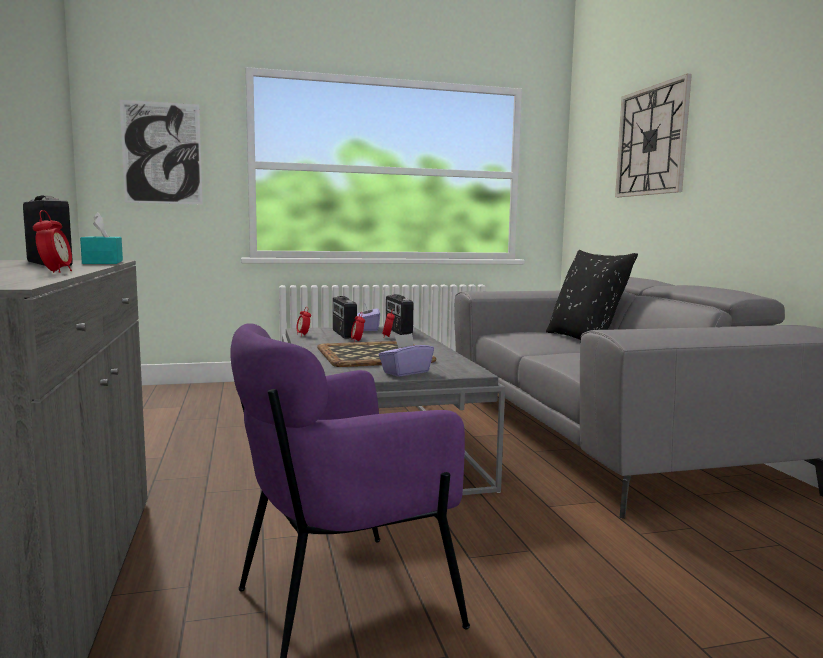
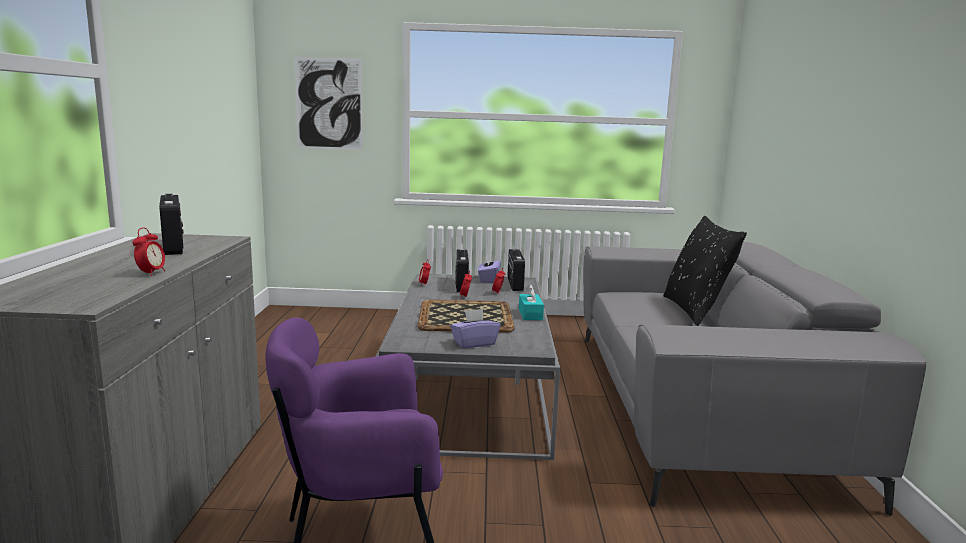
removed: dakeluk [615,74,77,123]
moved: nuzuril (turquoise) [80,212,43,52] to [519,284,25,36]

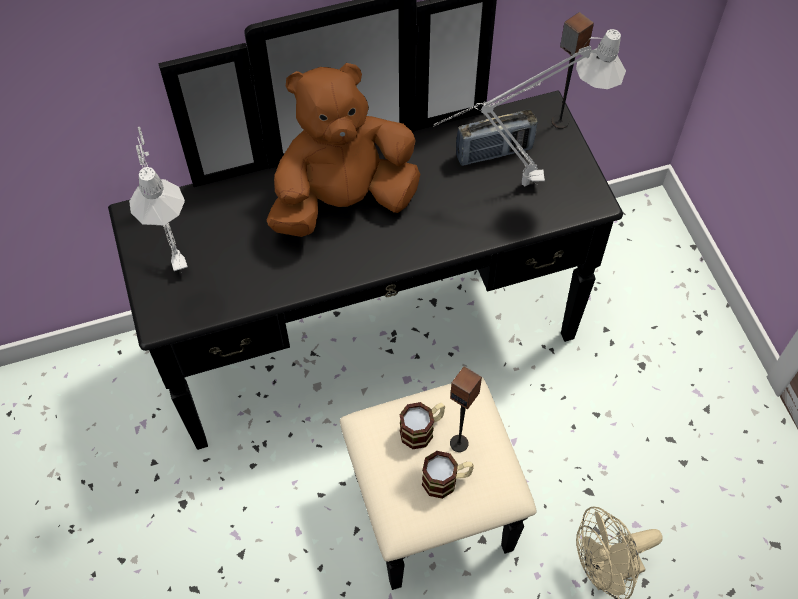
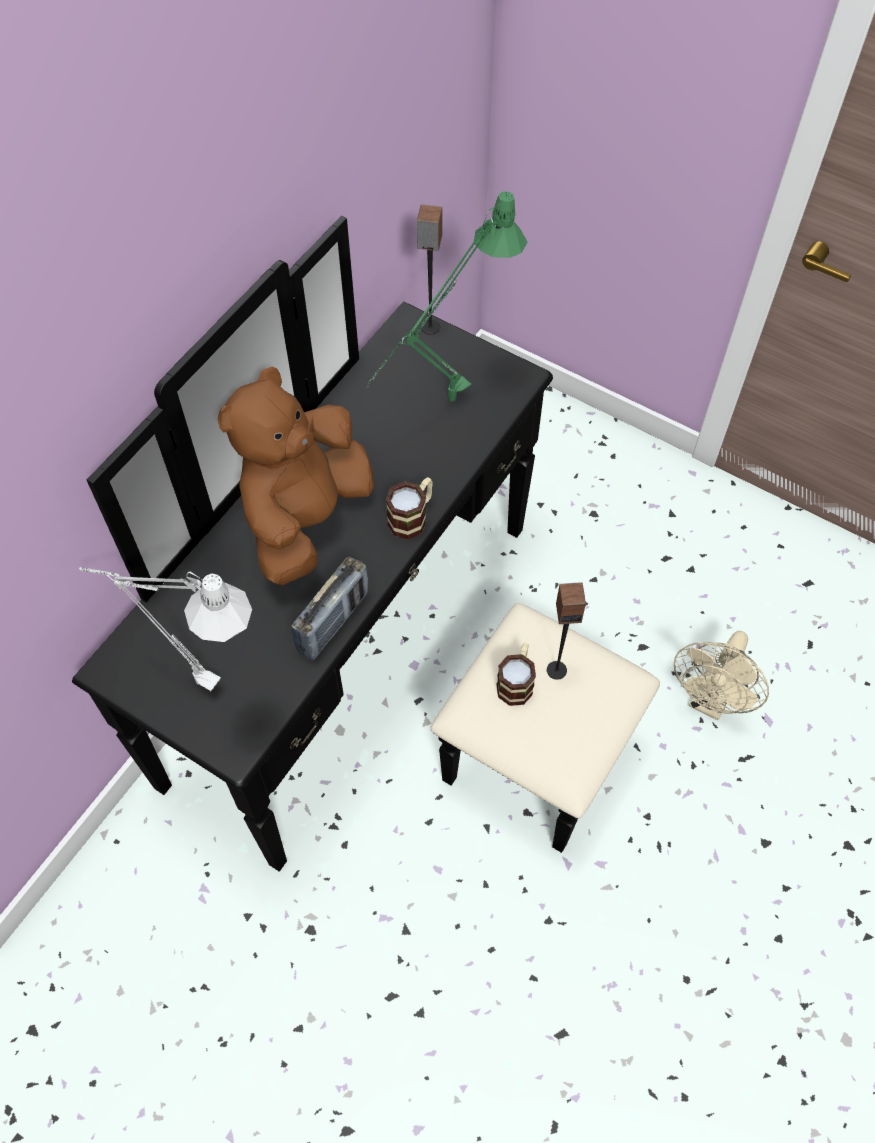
moved: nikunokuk [422,451,52,48] to [385,477,48,62]; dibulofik [456,110,81,56] to [291,557,77,104]
recoloured: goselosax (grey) [434,29,192,157] to goselosax (green) [367,191,161,210]

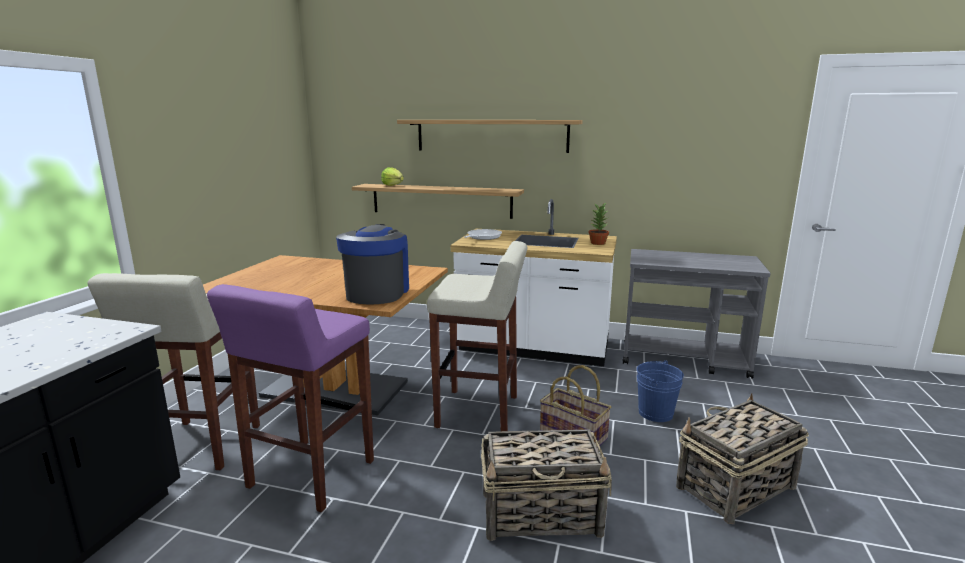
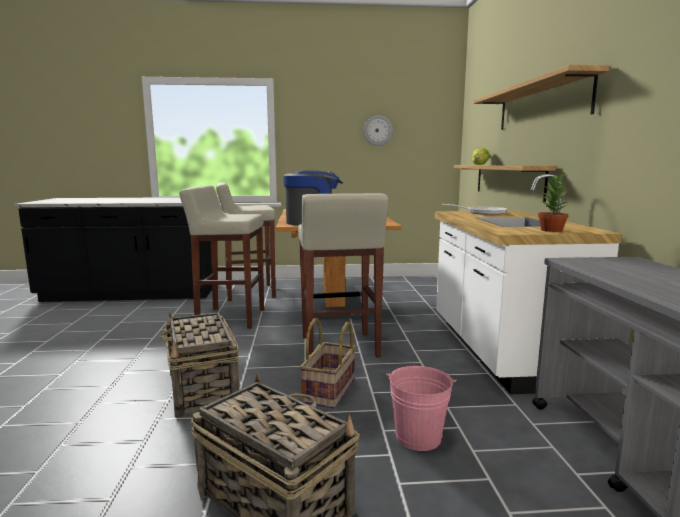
added: dakeluk [363,115,30,31]
recoloured: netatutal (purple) [207,284,167,228] to netatutal (beige) [179,185,85,144]; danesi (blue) [637,360,47,62] to danesi (pink) [386,366,70,85]

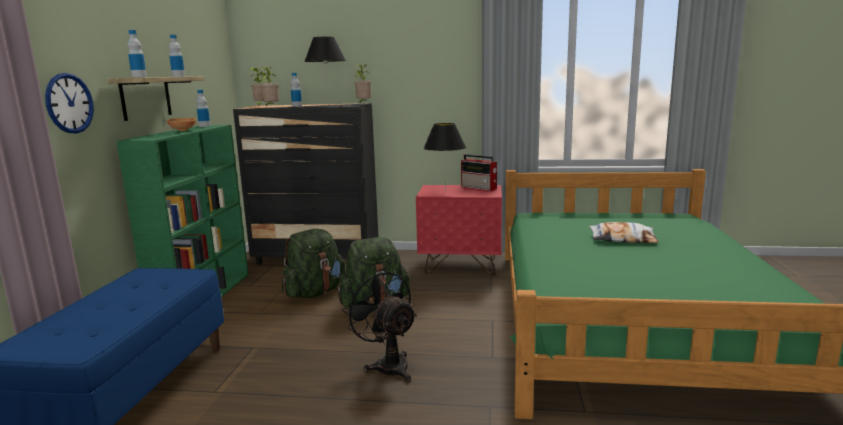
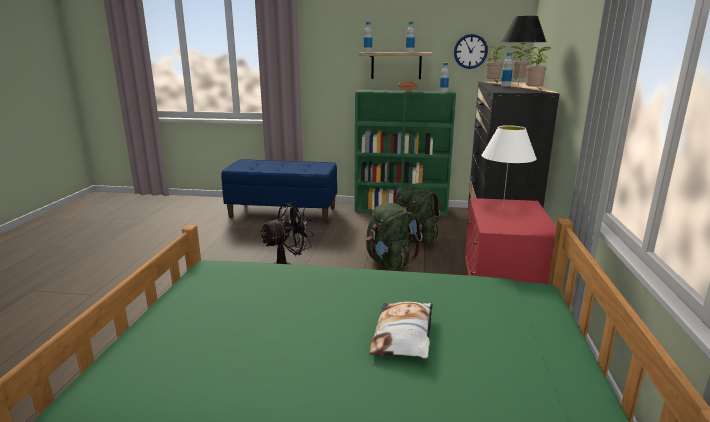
removed: dibulofik [461,154,36,37]
moved: dakeluk [45,73,49,61] to [454,34,34,35]
recoloured: goselosax (black) [423,123,43,69] to goselosax (white) [482,125,55,82]

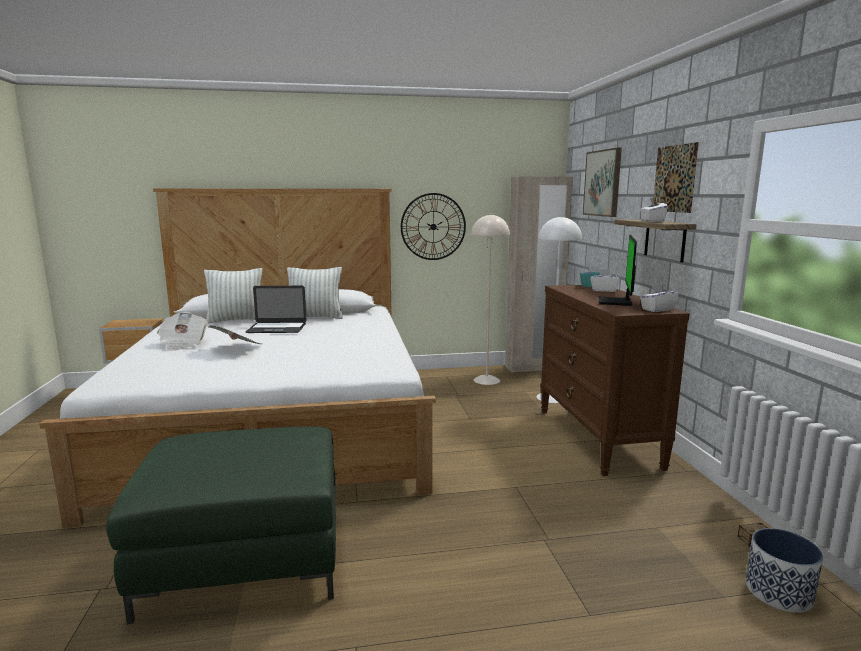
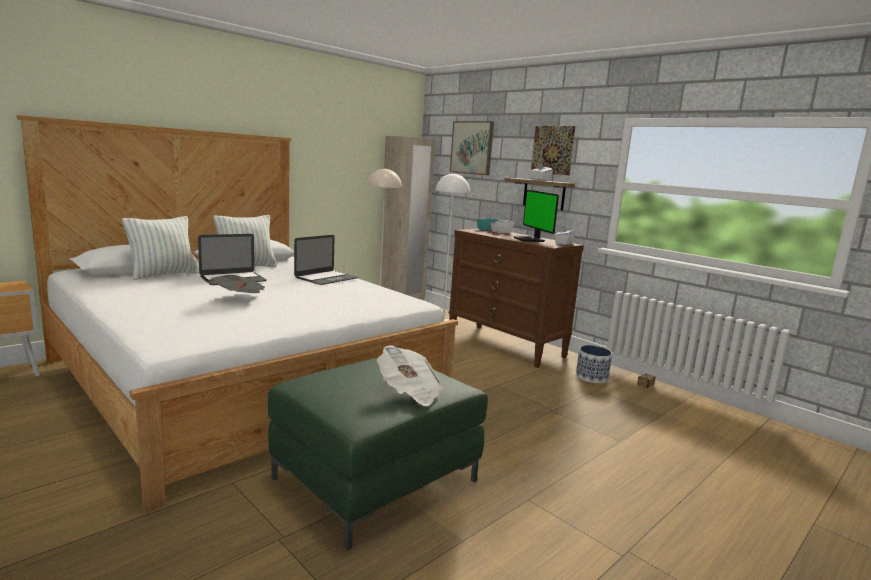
removed: dakeluk [401,193,65,67]
added: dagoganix [294,235,64,50]
moved: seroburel [157,312,51,39] to [377,346,67,60]; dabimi [746,528,77,85] to [576,345,36,38]

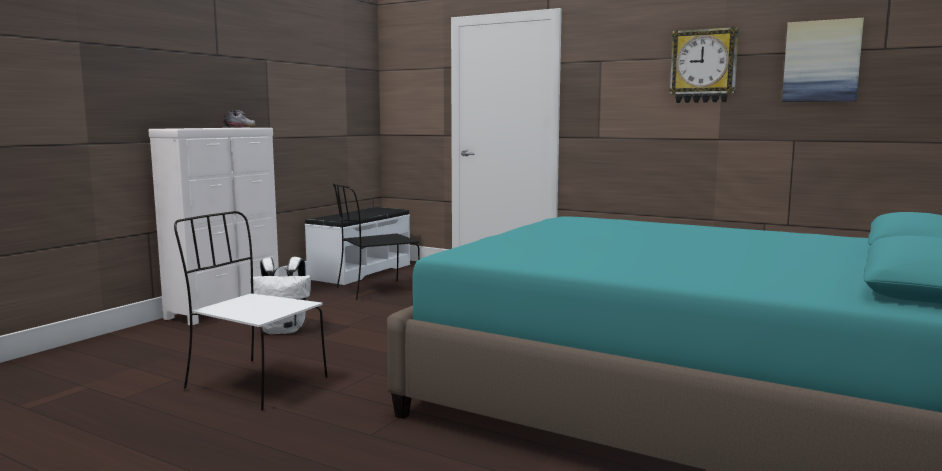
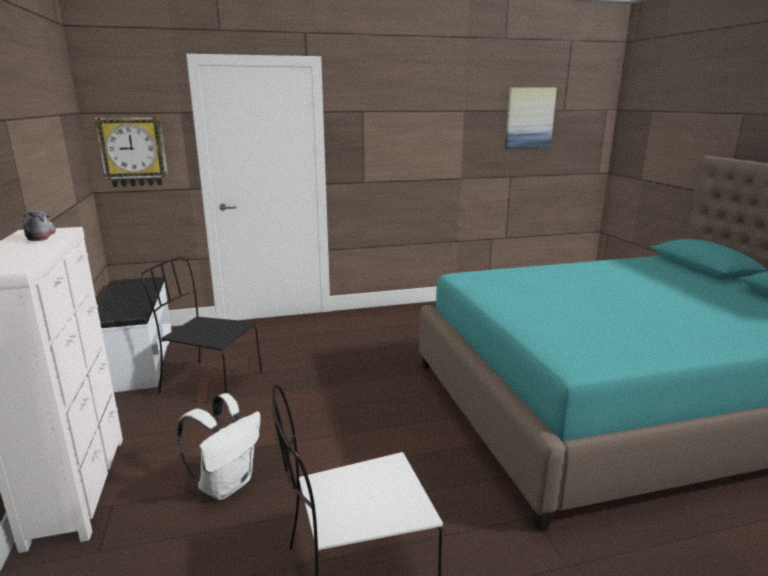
moved: dakeluk [669,27,70,76] to [94,117,74,70]
turned: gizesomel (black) [332,183,88,117] = [141,257,121,136] 90 degrees clockwise

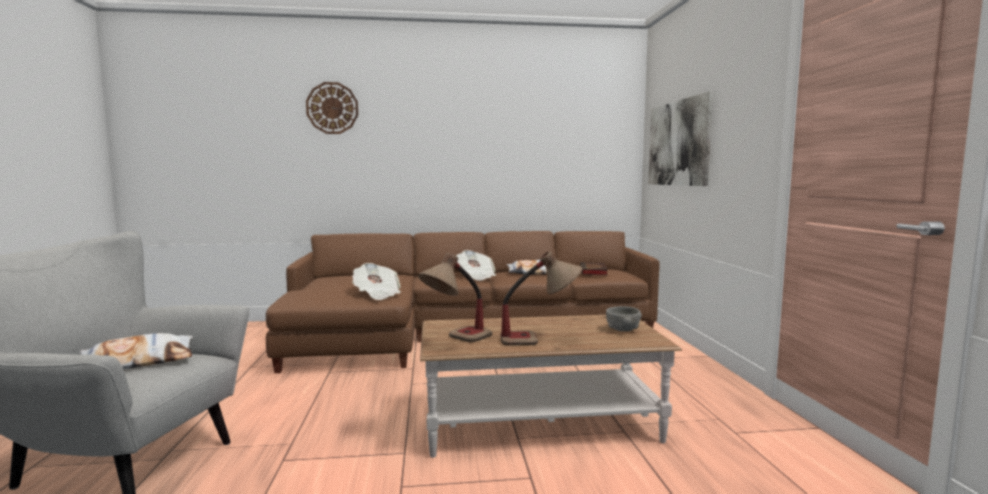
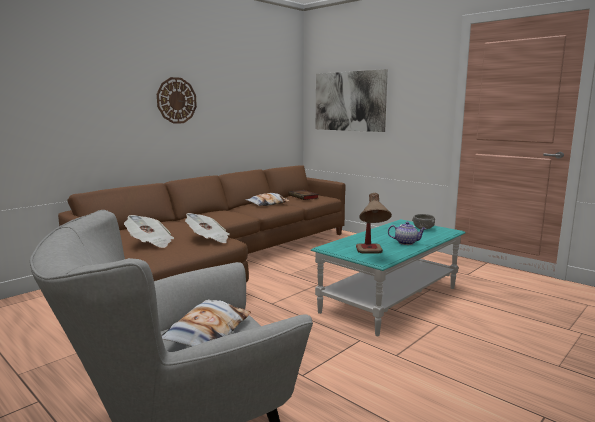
moved: dakeluk [306,82,52,52] to [157,77,40,47]; seroburel [456,250,40,31] to [124,215,50,33]
replaced: goselosax [501,251,81,95] to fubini [388,222,39,23]
recoloured: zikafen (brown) [420,315,262,143] to zikafen (turquoise) [311,219,155,117]

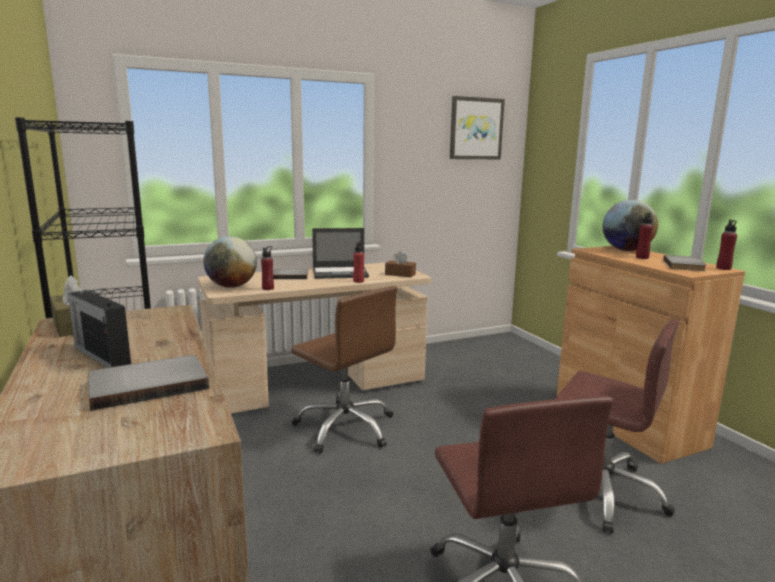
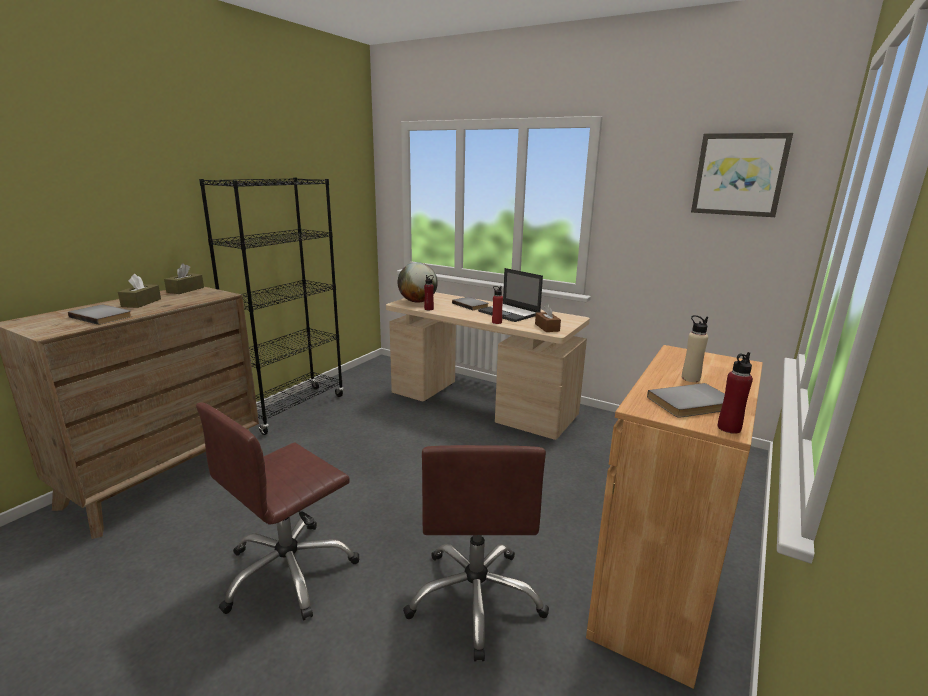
removed: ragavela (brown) [291,286,107,168]; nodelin [603,200,55,51]
replaced: dibulofik [68,288,63,80] to nuzuril (brown) [118,274,43,34]
recoloured: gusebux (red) [636,213,17,46] to gusebux (beige) [682,315,26,67]

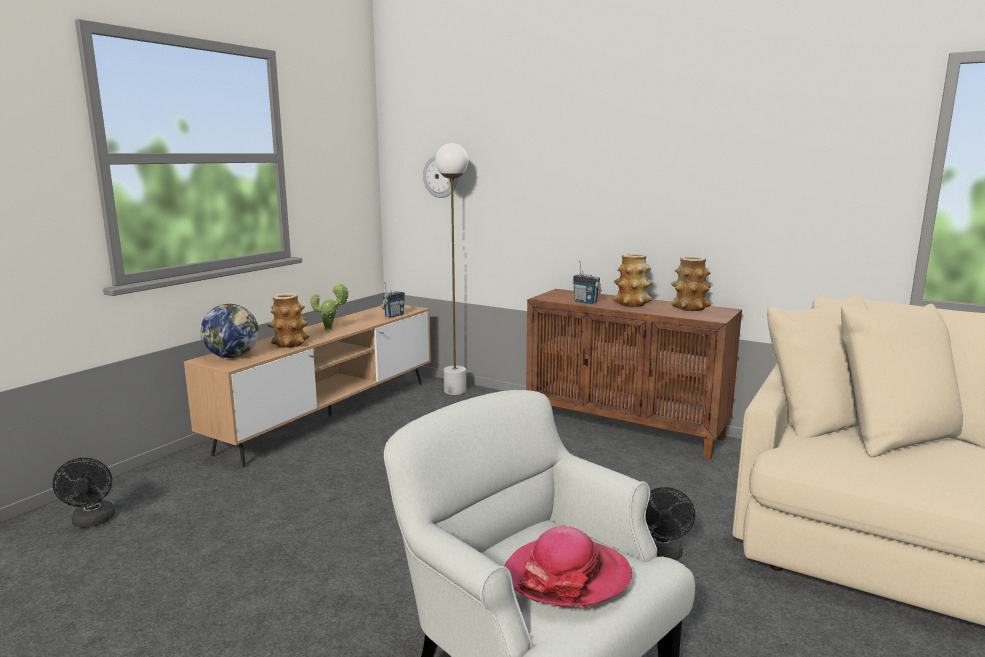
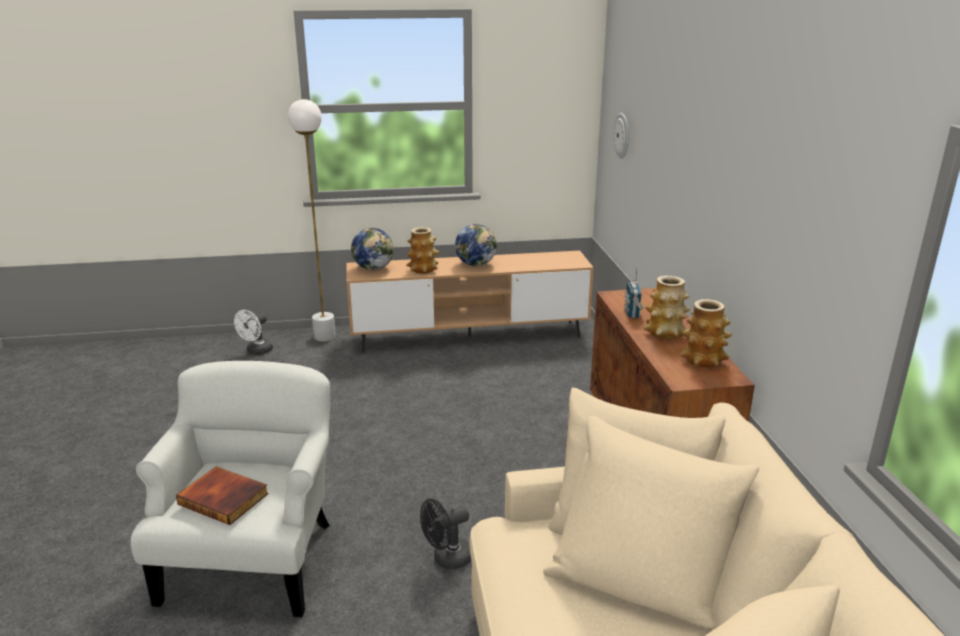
removed: dibulofik [381,282,24,36]
moved: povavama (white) [435,143,33,252] to [288,99,48,242]
replaced: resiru [310,283,39,47] to nodelin [455,224,42,42]; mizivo [505,526,127,82] to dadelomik [176,466,93,59]
recoloured: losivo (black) [53,458,62,70] to losivo (white) [234,310,39,45]

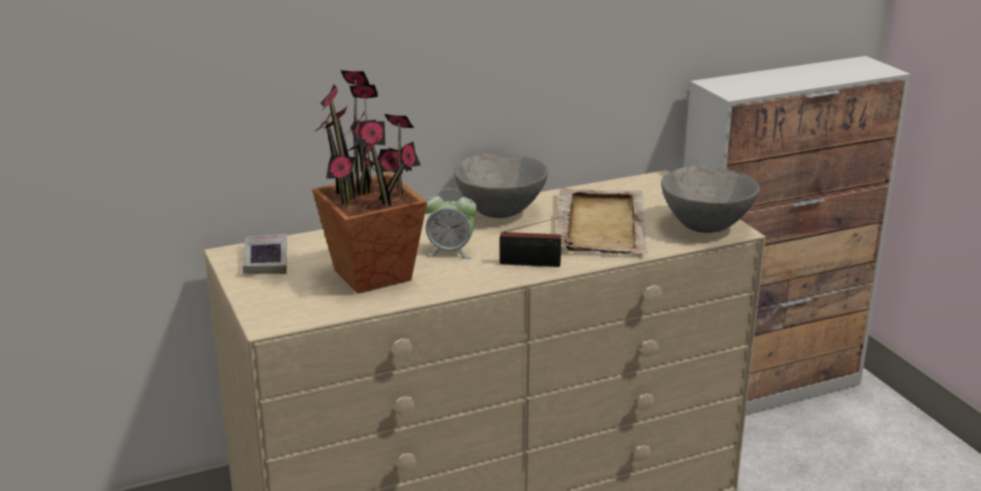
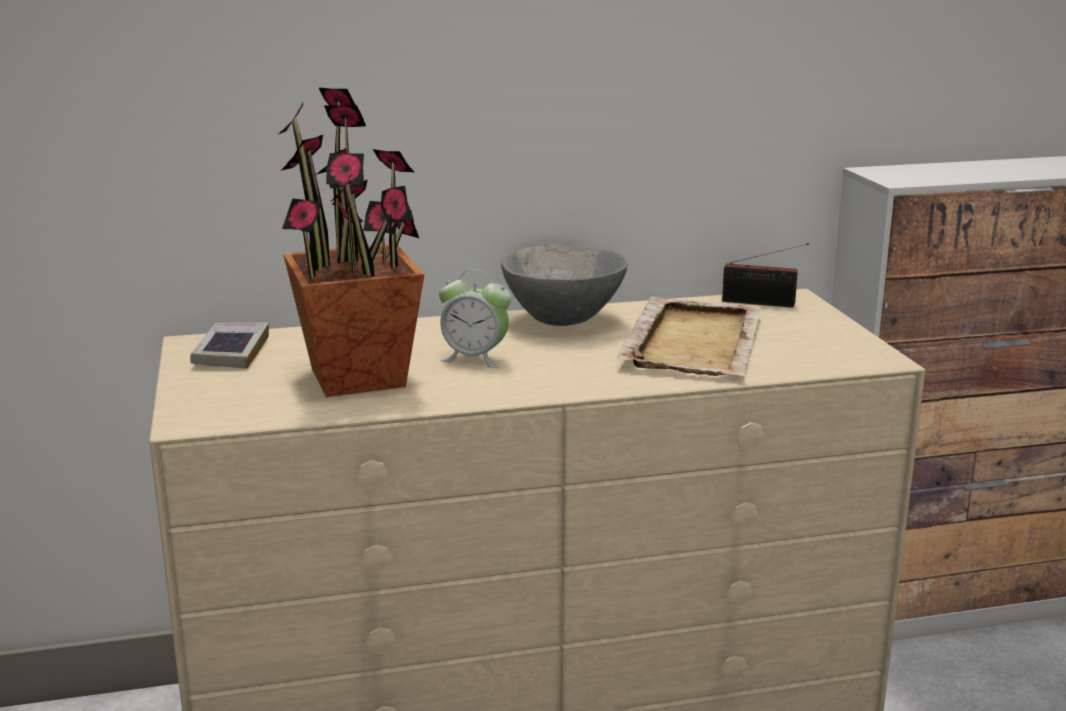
removed: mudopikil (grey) [661,165,99,68]
moved: dibulofik [500,214,69,53] to [722,243,87,65]

